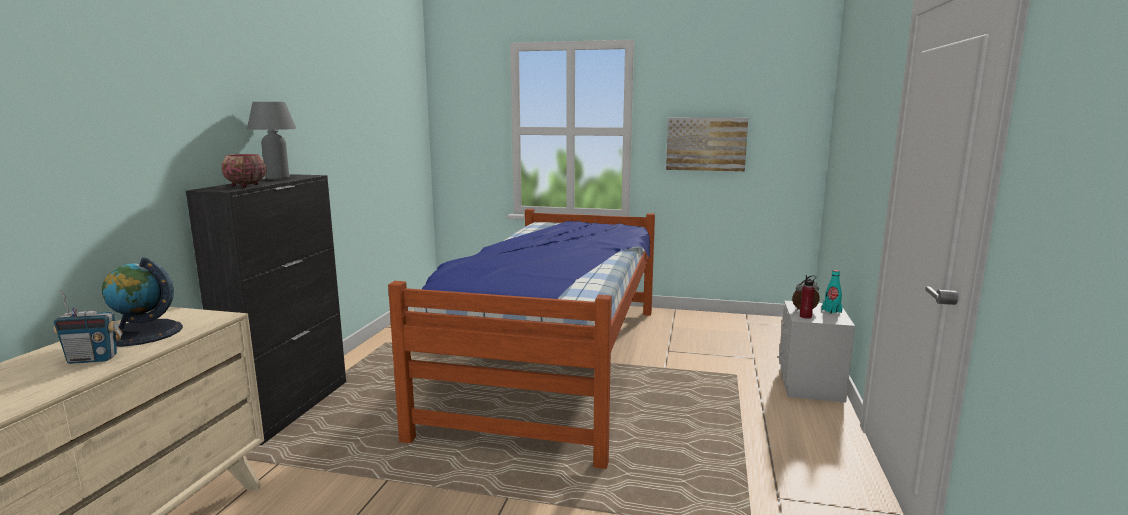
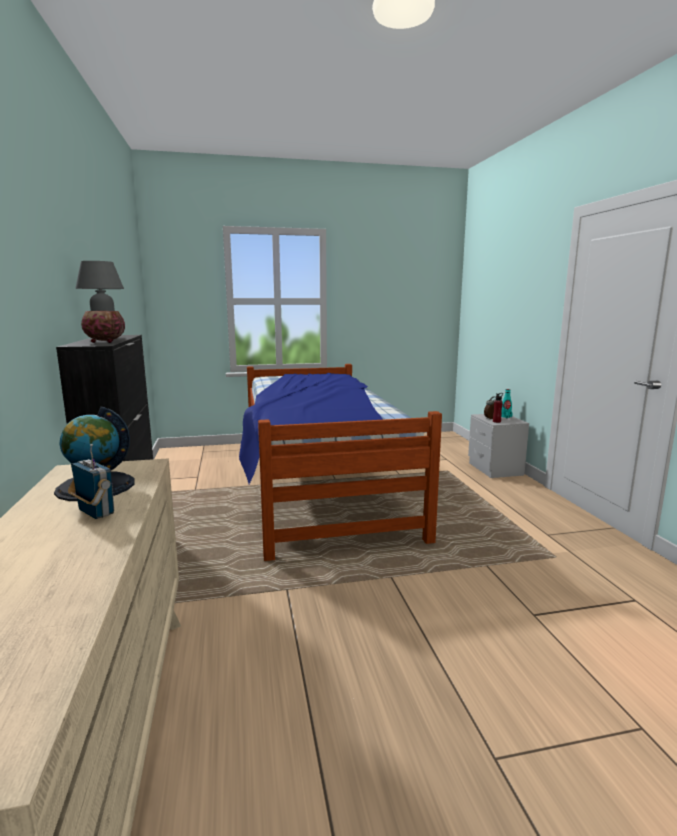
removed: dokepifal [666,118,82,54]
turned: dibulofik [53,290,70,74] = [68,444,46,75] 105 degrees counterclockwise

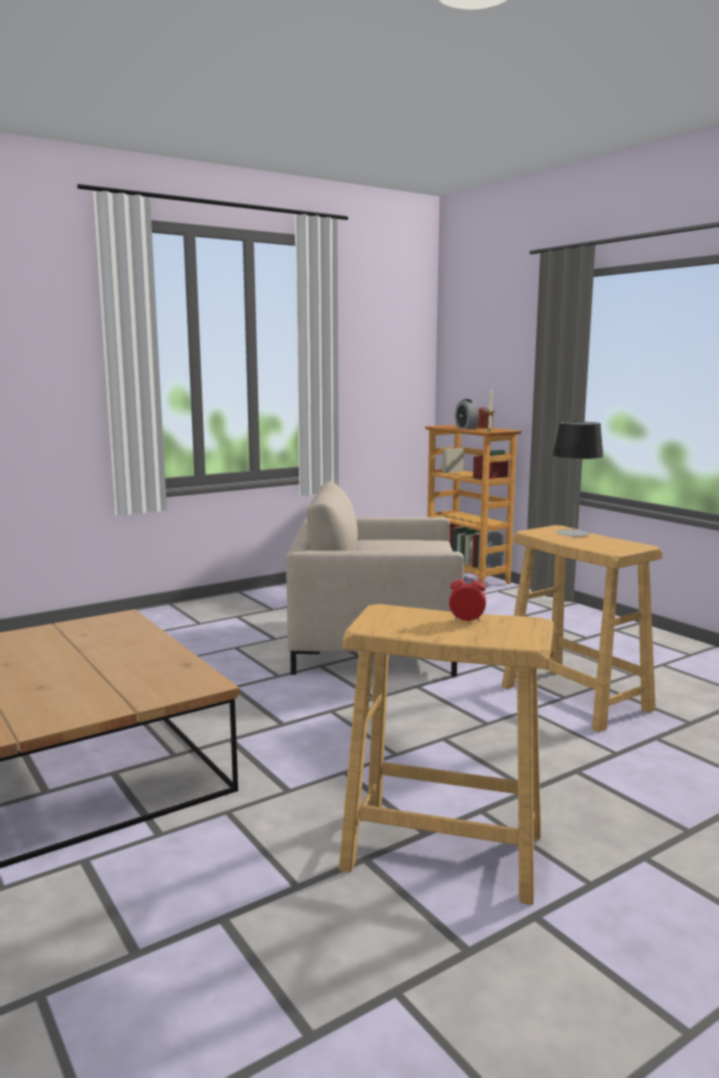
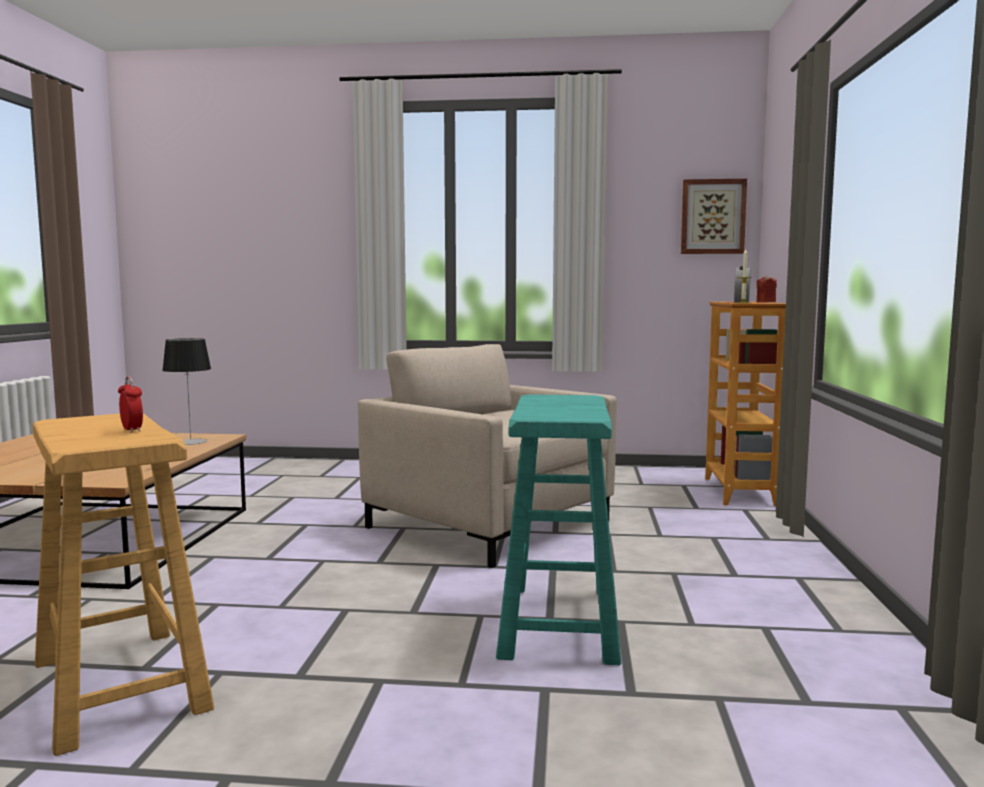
added: dokepifal [681,179,66,75]
moved: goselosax [553,421,51,115] to [162,338,49,107]
recoloured: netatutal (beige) [502,525,161,207] to netatutal (turquoise) [496,394,126,271]

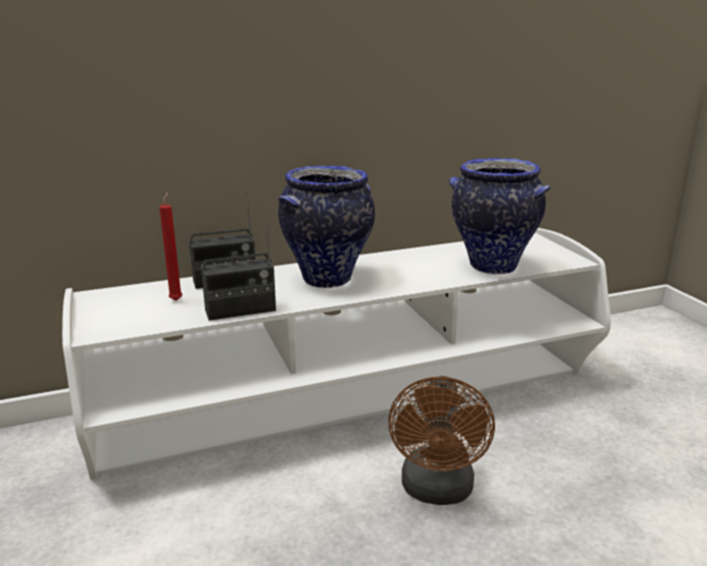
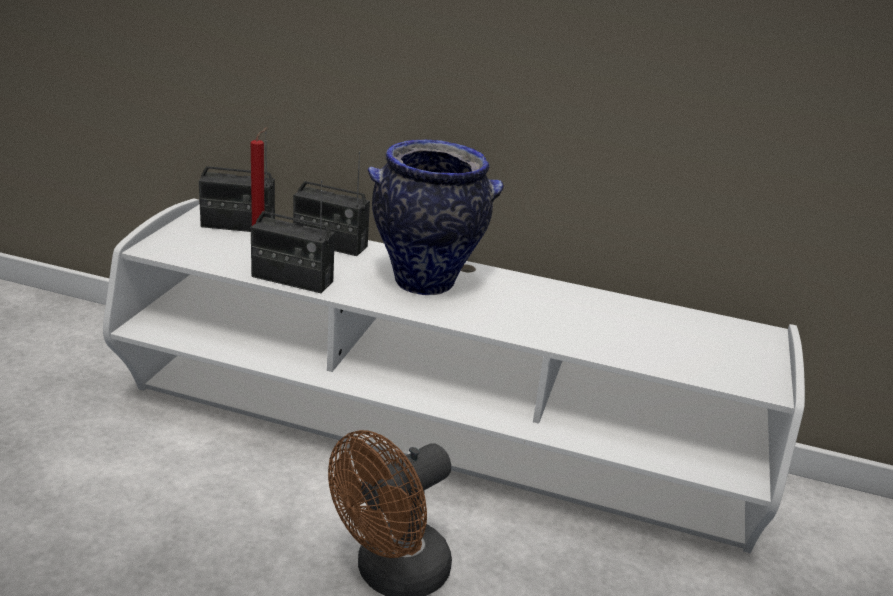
removed: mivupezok [449,158,101,116]
added: dibulofik [199,131,76,101]

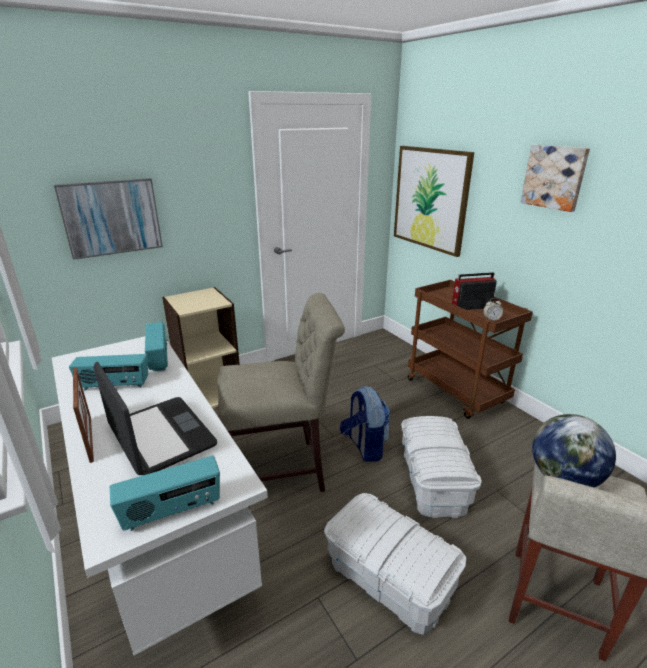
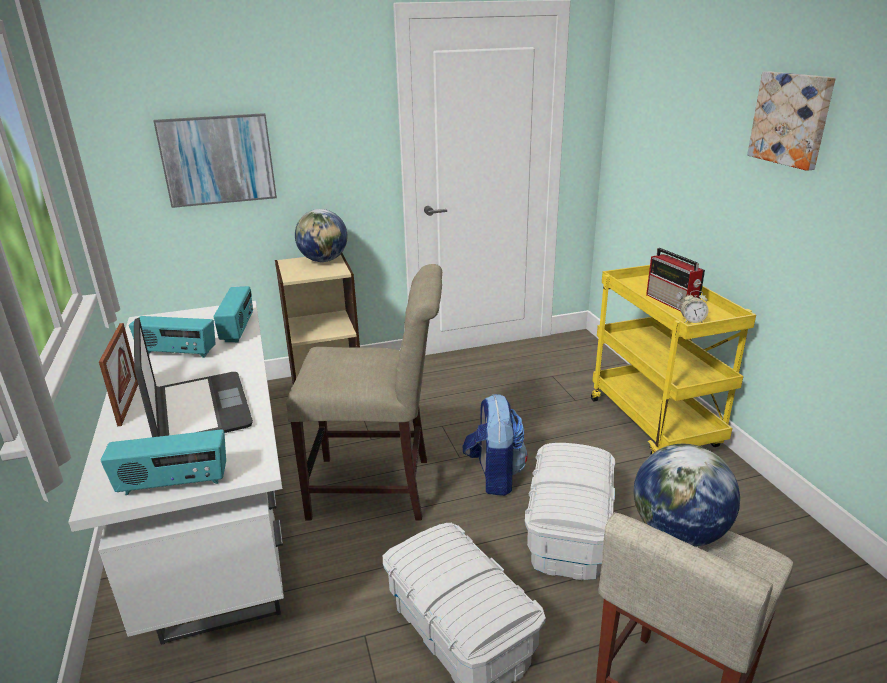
removed: dokepifal [394,146,80,111]
added: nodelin [295,209,52,53]
recoloured: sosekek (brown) [408,280,125,139] to sosekek (yellow) [591,265,165,189]
turned: dibulofik [452,272,45,38] = [646,248,59,64] 120 degrees counterclockwise

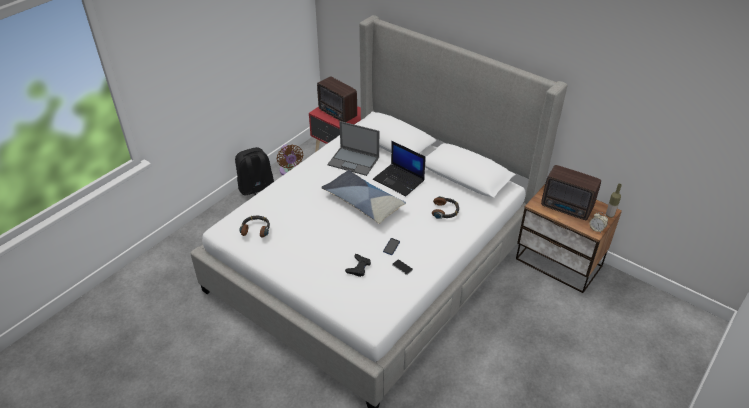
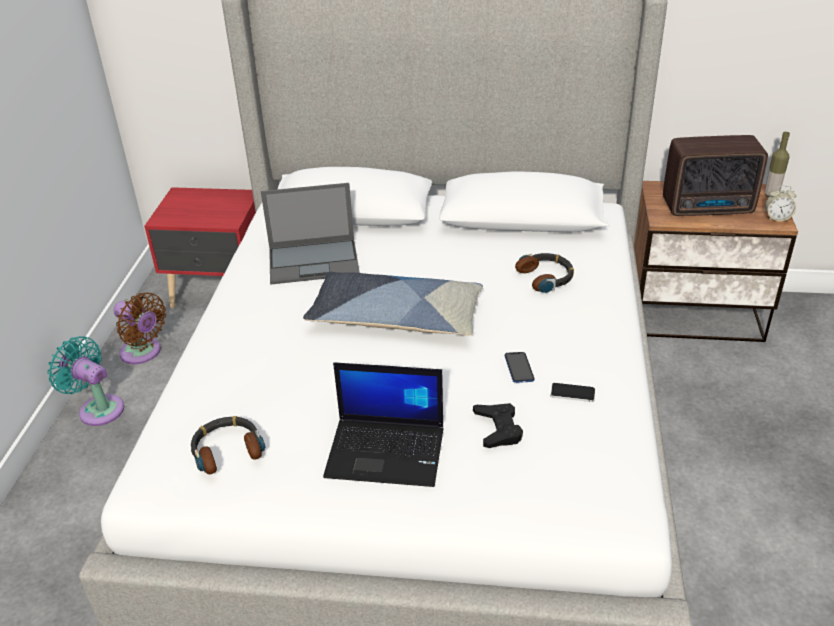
removed: dibulofik [317,76,40,46]
moved: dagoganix [373,141,53,55] to [323,362,121,125]
replaced: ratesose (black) [235,147,39,49] to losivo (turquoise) [47,336,77,90]

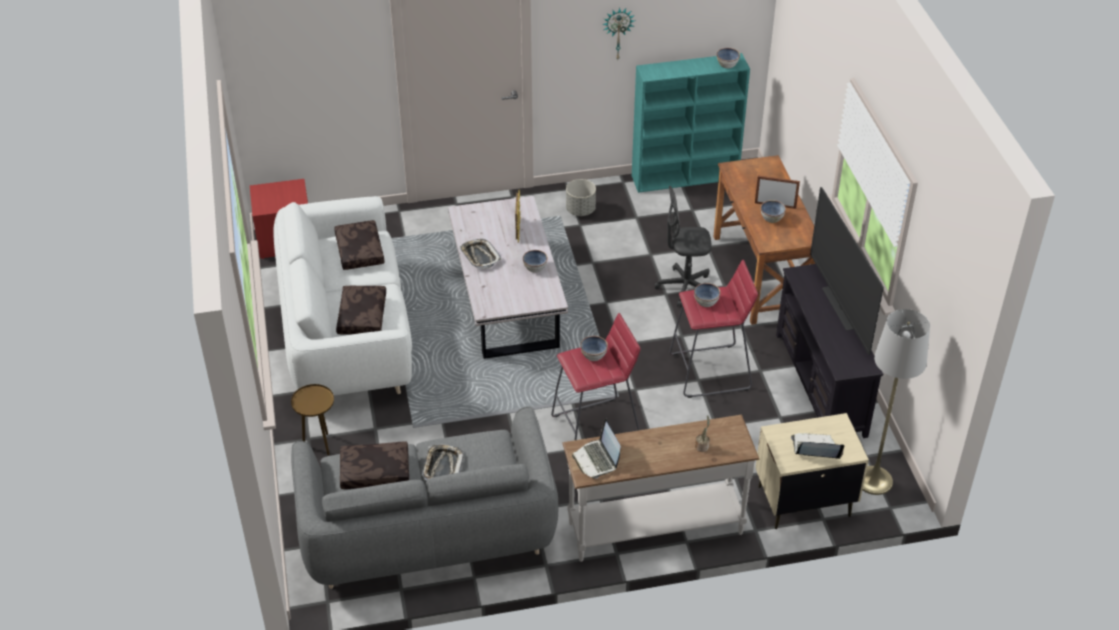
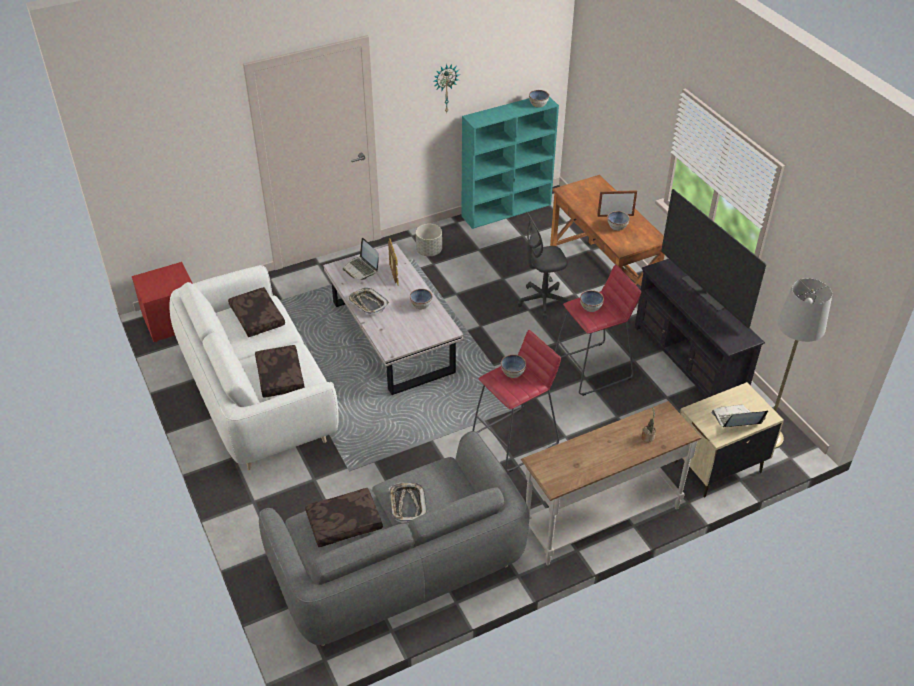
removed: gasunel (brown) [291,384,43,72]
moved: dagoganix [572,418,49,61] to [343,238,36,42]

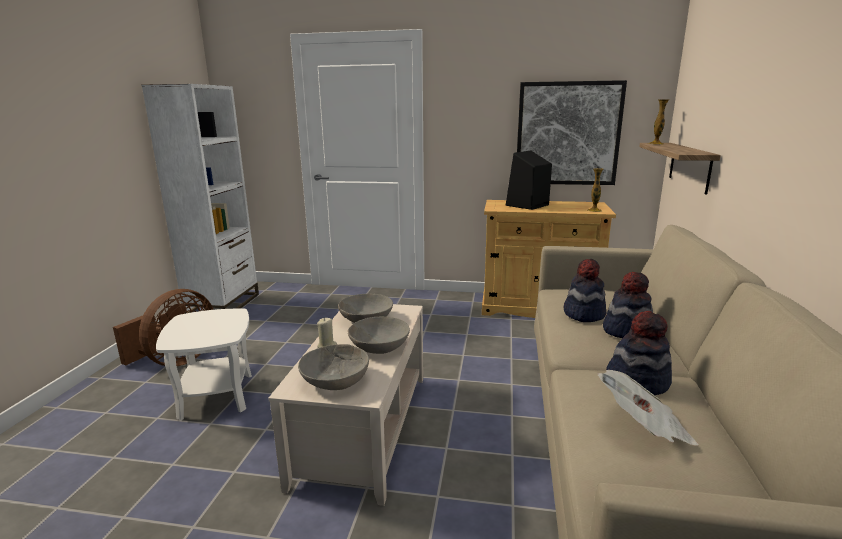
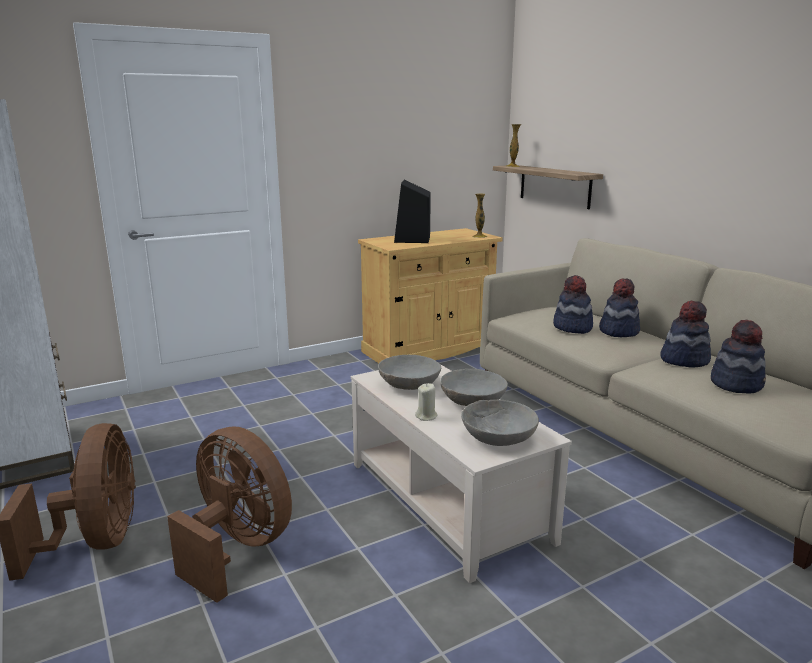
removed: dokepifal [517,80,110,105]
replaced: gasunel (white) [156,309,96,112] to losivo (brown) [167,427,125,176]; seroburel [597,370,101,76] to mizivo [711,320,55,74]

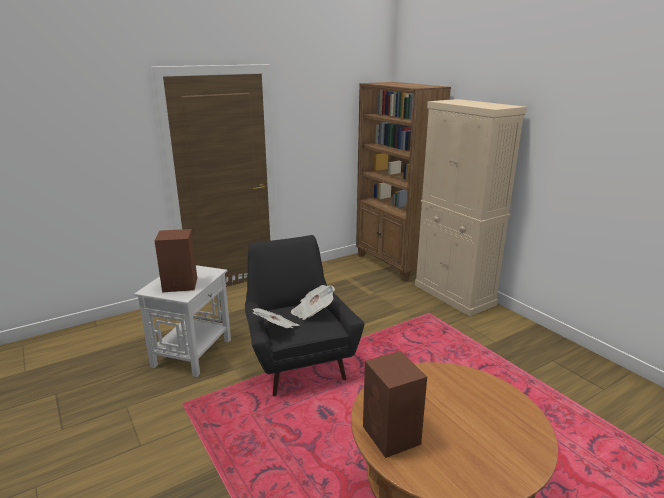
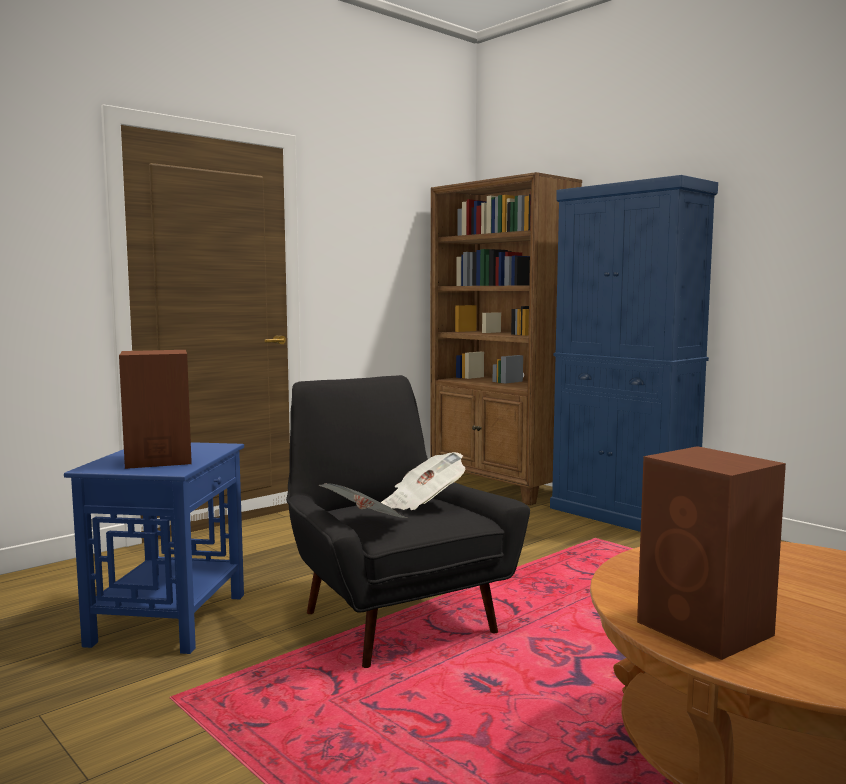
recoloured: gasunel (white) [134,265,97,112] to gasunel (blue) [64,442,180,212]; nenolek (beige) [415,99,112,217] to nenolek (blue) [550,175,168,357]

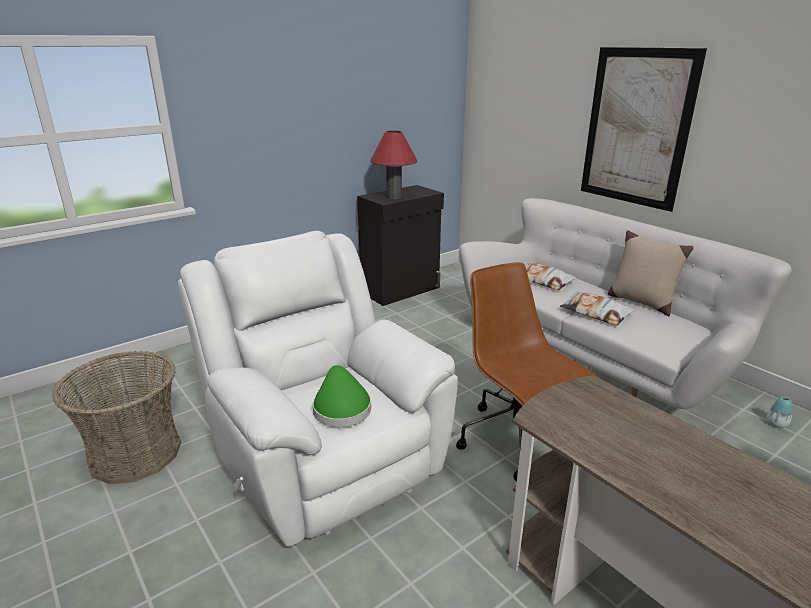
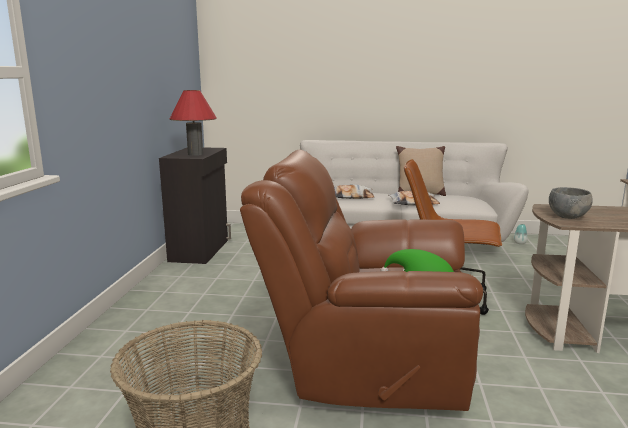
removed: dokepifal [581,47,126,165]
added: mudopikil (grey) [549,187,44,32]
recoloured: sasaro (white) [178,231,280,315] to sasaro (brown) [240,150,243,261]

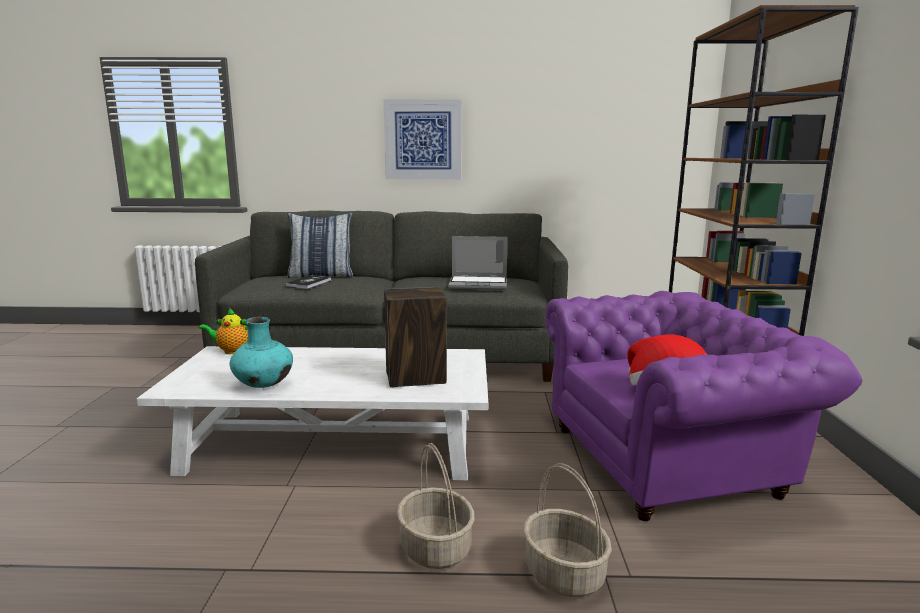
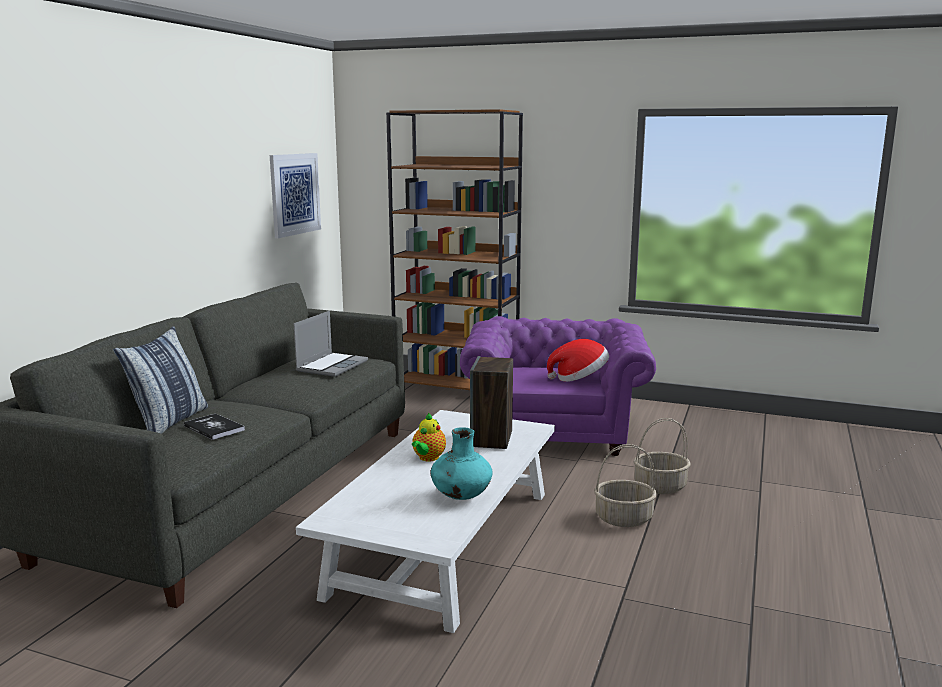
moved: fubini [199,308,49,46] to [412,413,34,48]; dokepifal [384,99,78,81] to [270,153,51,85]

